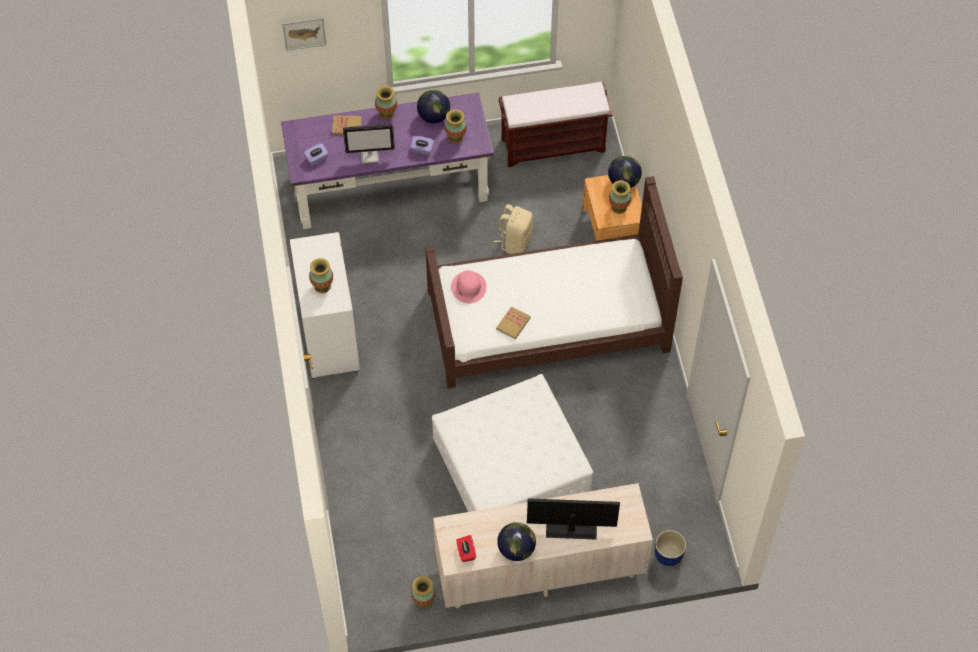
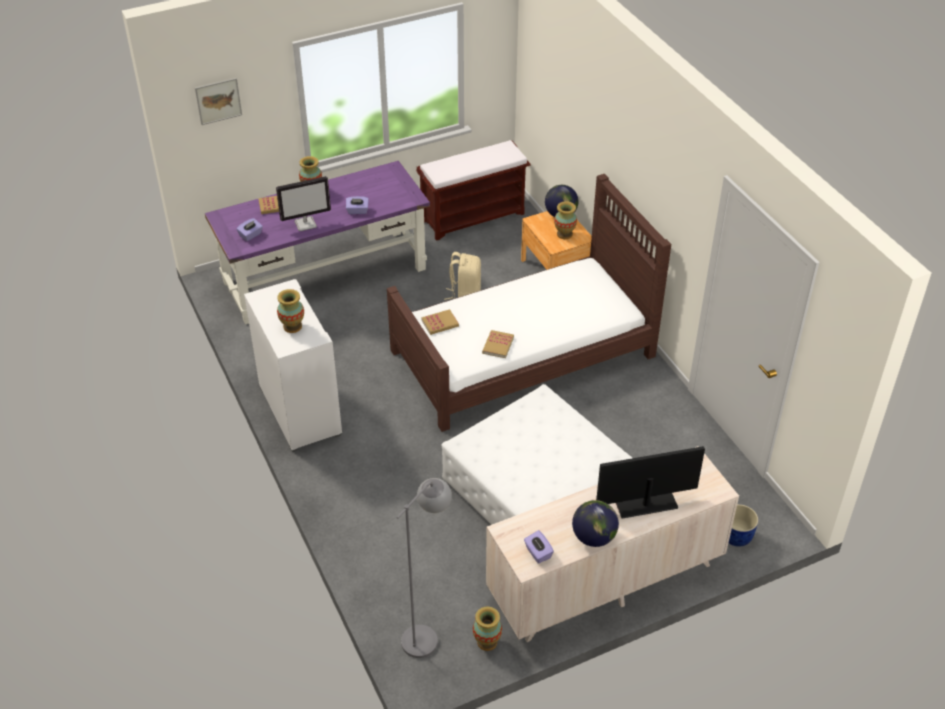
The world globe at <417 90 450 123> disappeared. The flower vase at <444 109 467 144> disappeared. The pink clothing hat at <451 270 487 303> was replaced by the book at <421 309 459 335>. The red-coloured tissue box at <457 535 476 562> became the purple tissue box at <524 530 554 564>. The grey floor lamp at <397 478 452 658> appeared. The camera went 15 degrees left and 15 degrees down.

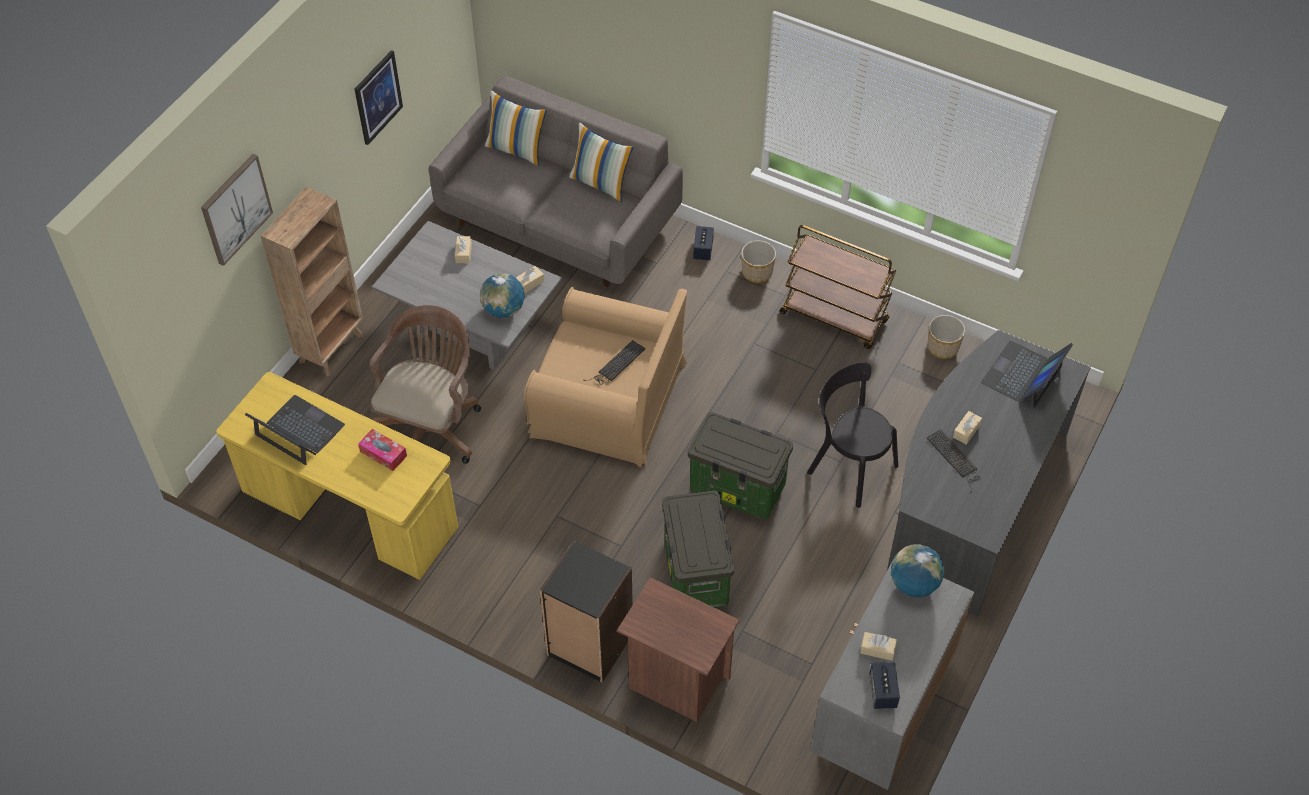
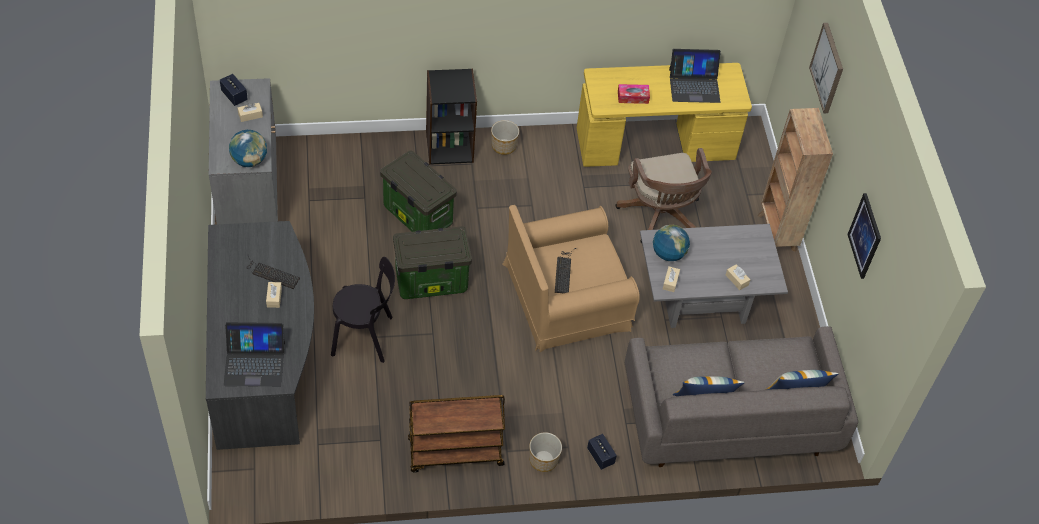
The plant pot moved from <927 315 965 359> to <491 120 519 155>. The portable computer at <981 341 1073 409> turned 90 degrees clockwise. The brownish night table at <617 577 740 722> disappeared. The camera went 140 degrees right and 0 degrees up.

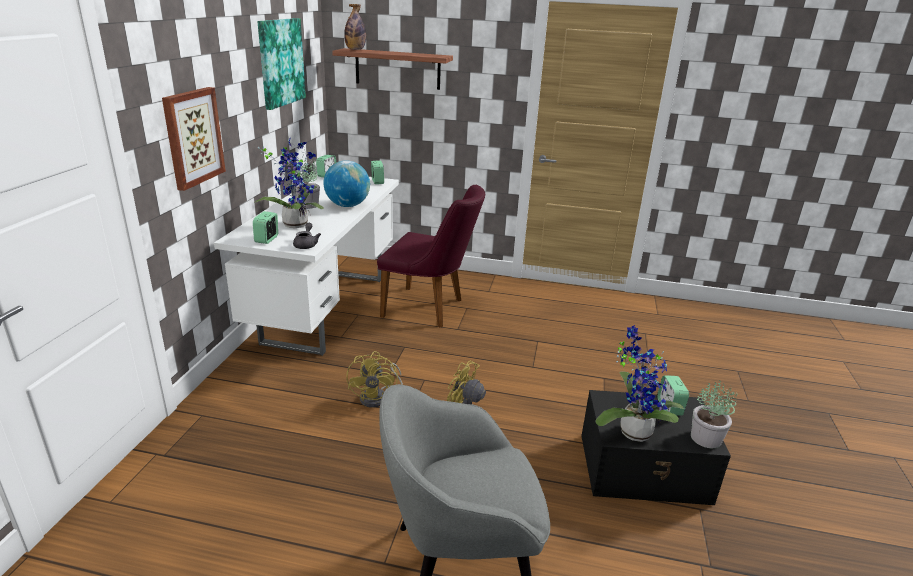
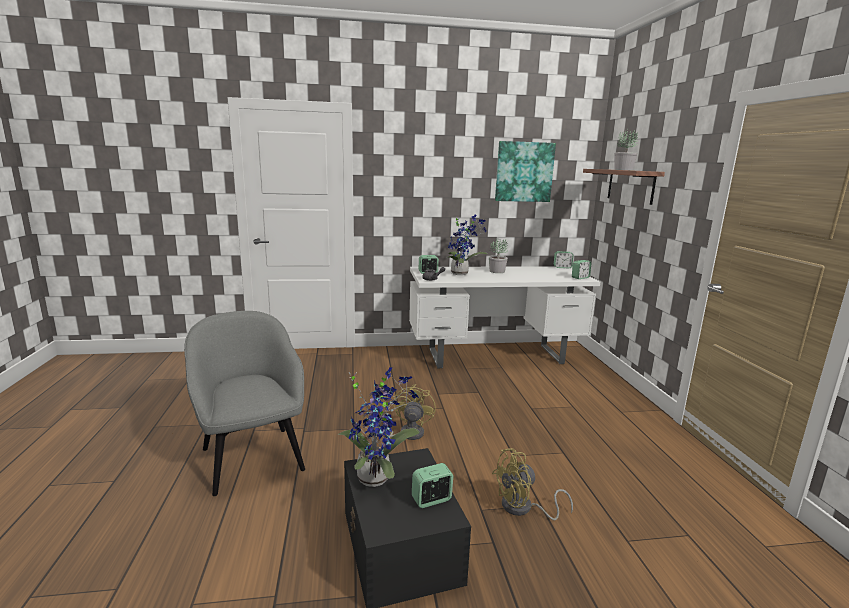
The beverage bottle at <344 4 366 50> disappeared. The picture at <162 87 226 191> disappeared. The world globe at <324 161 370 207> disappeared. The purple plain chair at <377 185 485 328> disappeared. The yellow-coloured cooling fan moved from <346 351 403 408> to <492 448 573 520>. The houseplant moved from <691 380 738 448> to <614 129 638 170>. The camera went 70 degrees right and 10 degrees down.

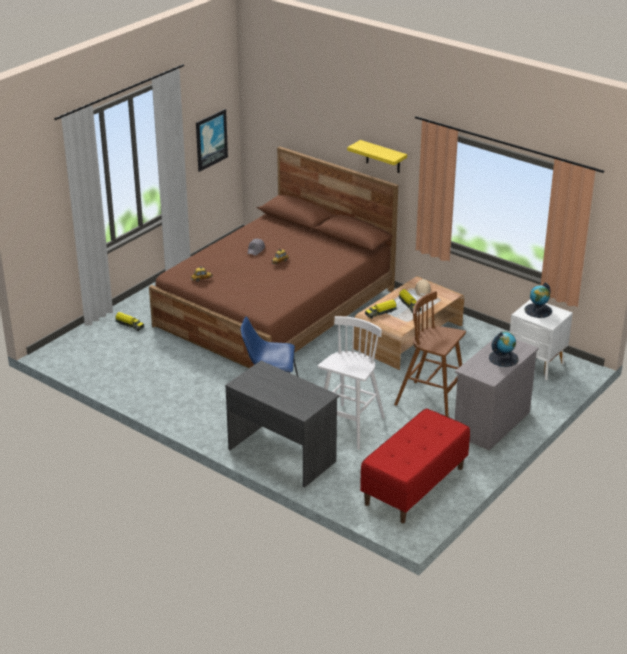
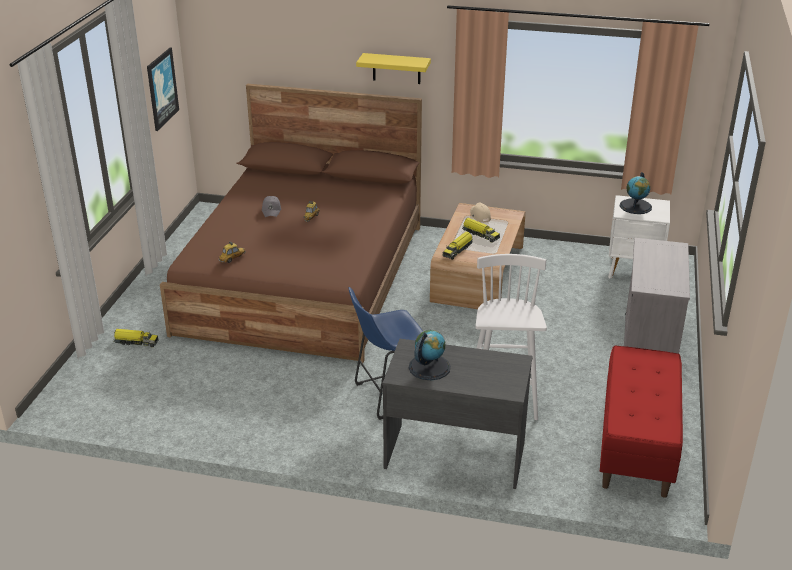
The brownish sitting stool at <394 291 466 417> disappeared. The world globe moved from <489 332 519 367> to <409 330 451 380>. The camera went 25 degrees left and 0 degrees up.

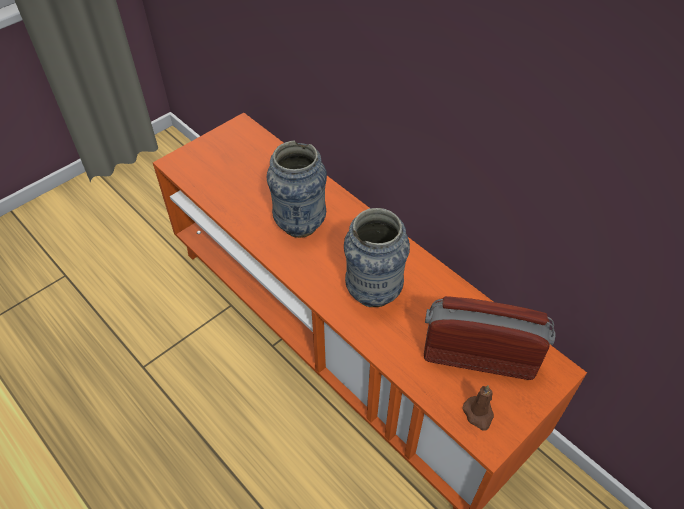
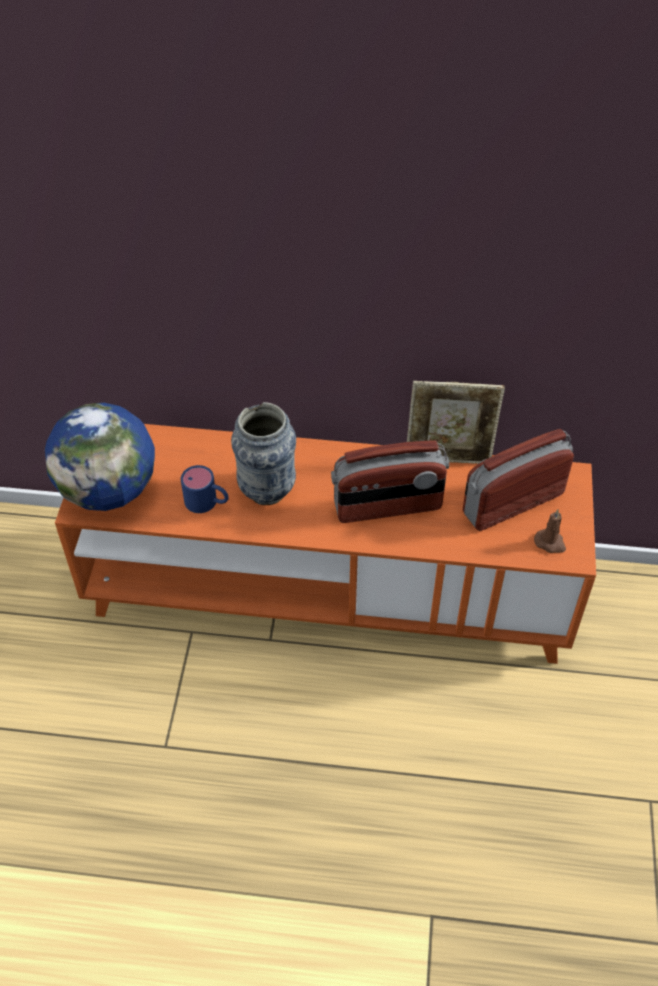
The flower vase at <344 208 410 307> was replaced by the radio receiver at <331 440 449 523>. The standing frame at <407 381 505 464> appeared. The world globe at <45 403 155 511> appeared. The blue-coloured mug at <181 465 229 513> appeared. The camera went 40 degrees left and 0 degrees up.

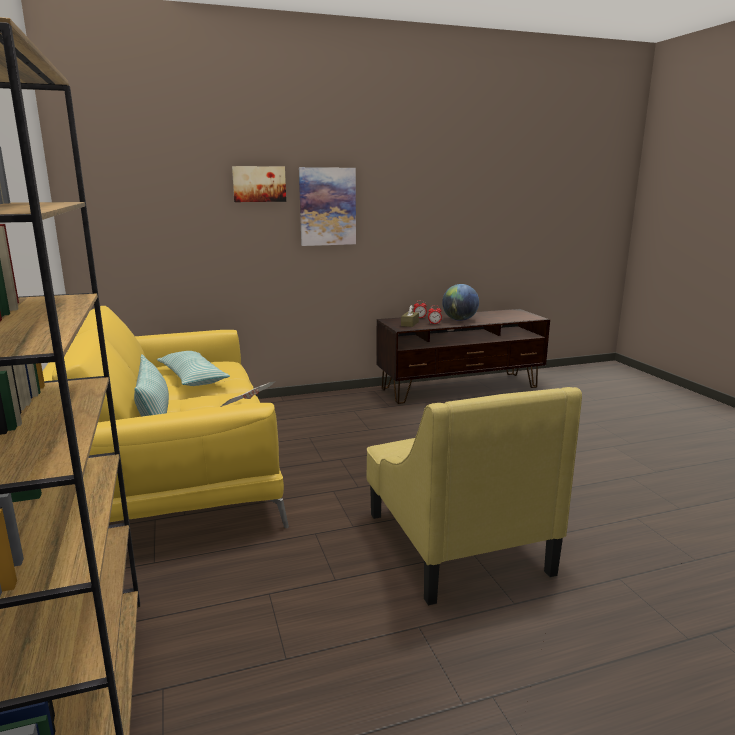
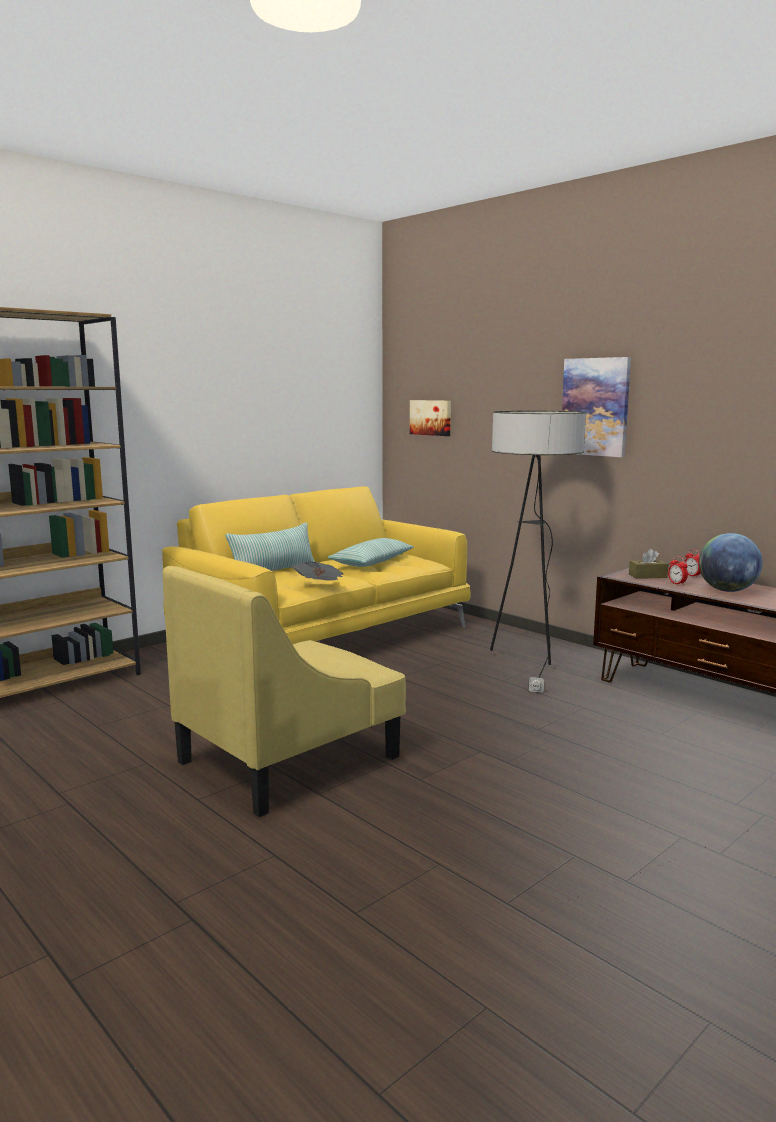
The picture moved from <232 166 286 202> to <410 400 451 436>. The floor lamp at <490 411 586 693> appeared. The camera went 65 degrees right and 5 degrees down.

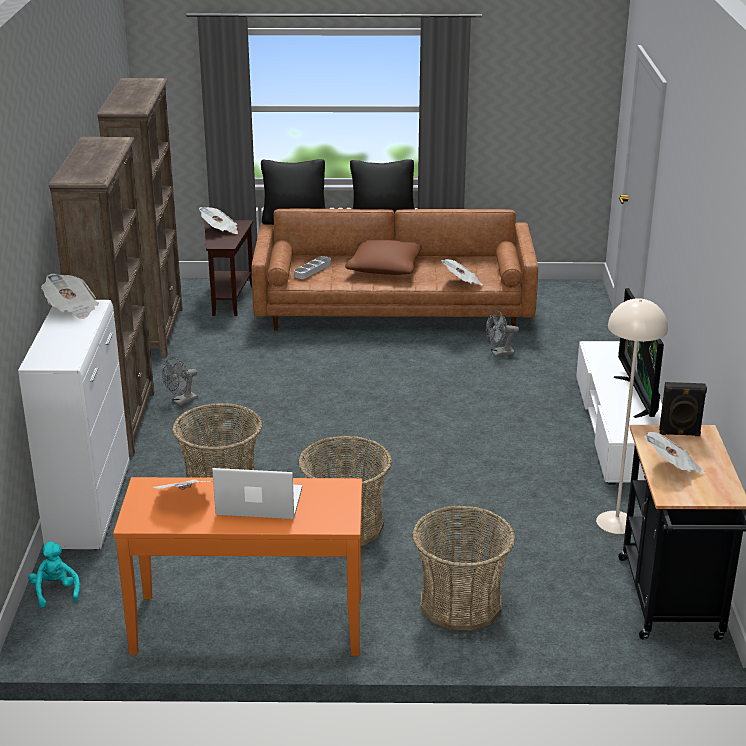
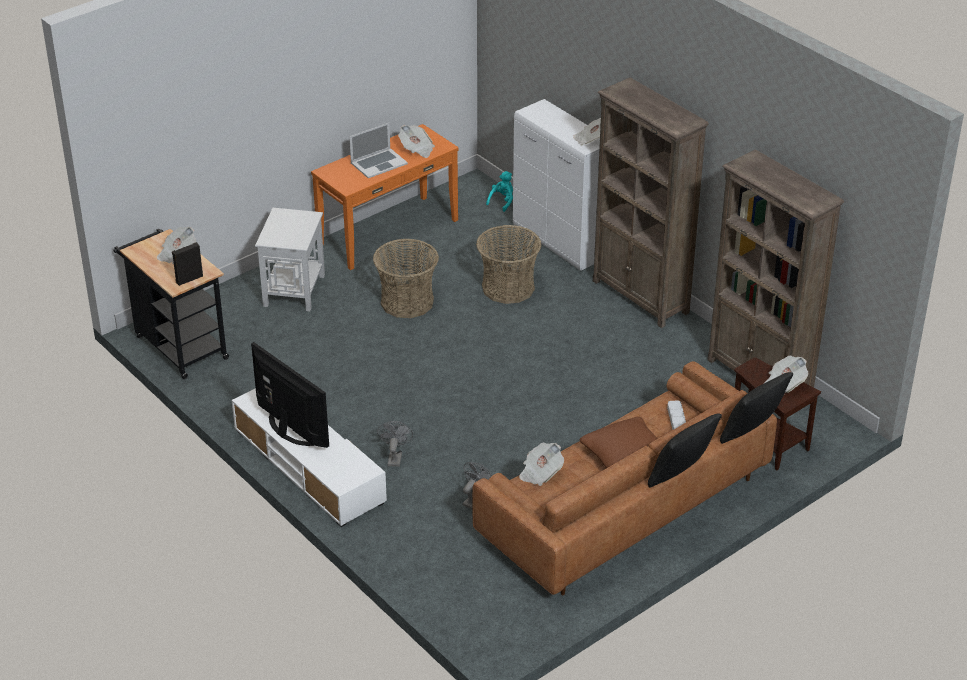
The beige-coloured floor lamp at <596 298 668 534> disappeared. The grey cooling fan moved from <162 357 198 406> to <377 421 413 467>. The household basket at <412 505 515 630> was replaced by the whitish end table at <255 208 325 311>. The turquoise-coloured cuddly toy at <28 541 80 608> turned 90 degrees counterclockwise. The camera went 140 degrees right and 10 degrees up.

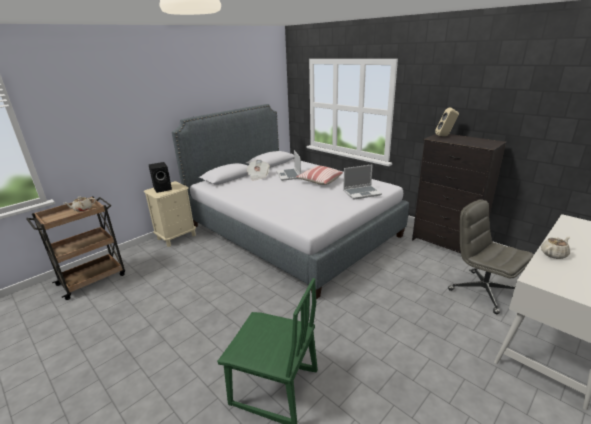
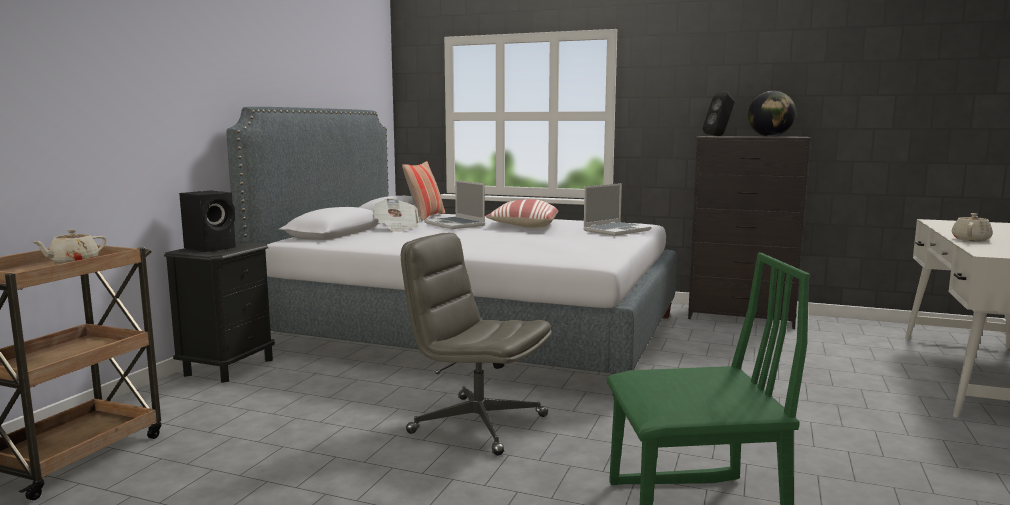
The beige-coloured loudspeaker at <435 107 459 136> became the blackish loudspeaker at <703 92 735 136>. The beige-coloured night table at <144 181 196 247> became the blackish night table at <164 241 275 383>. The grey office chair moved from <448 199 534 314> to <401 233 552 456>. The world globe at <748 91 796 137> appeared. The throw pillow at <402 161 446 221> appeared. The camera went 25 degrees left and 15 degrees down.

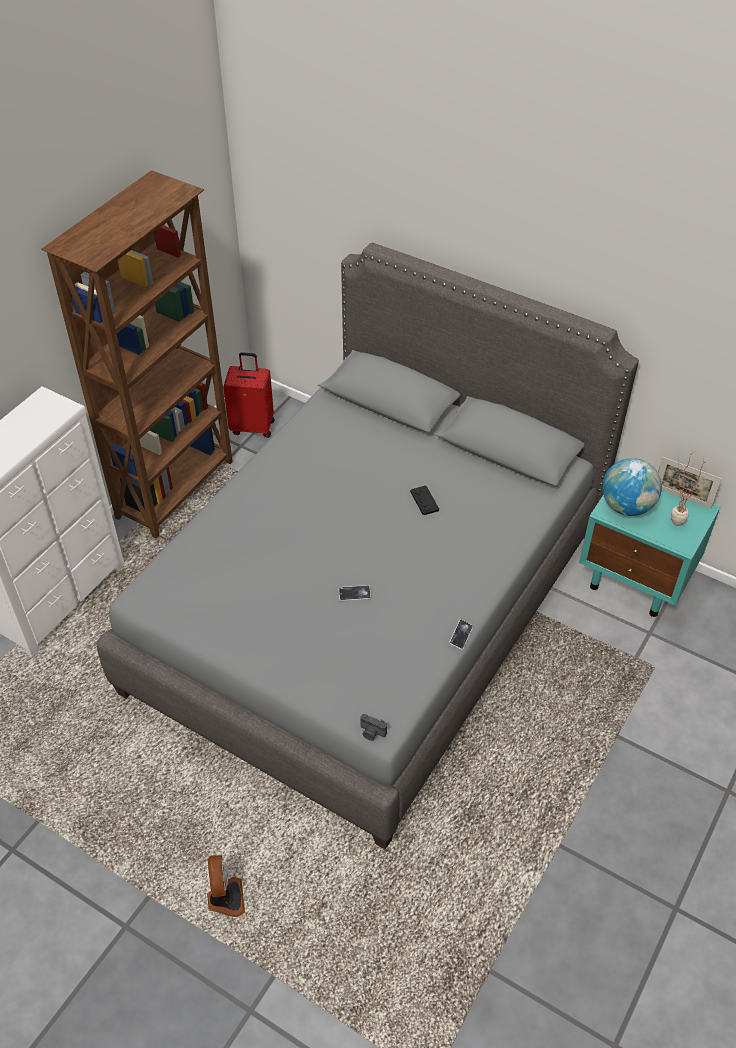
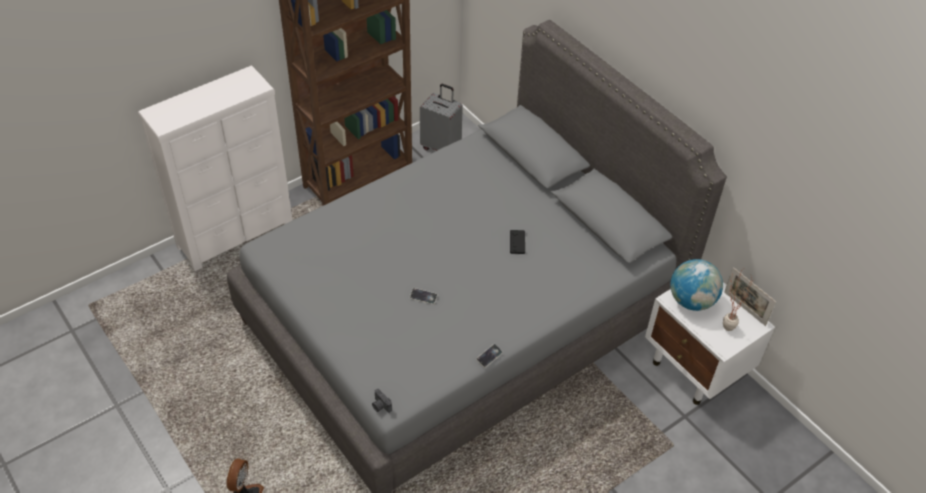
The red-coloured piece of luggage at <223 352 275 438> became the grey piece of luggage at <420 84 463 151>. The turquoise-coloured night table at <579 491 721 617> became the whitish night table at <645 282 775 405>. The camera went 20 degrees right and 0 degrees up.

